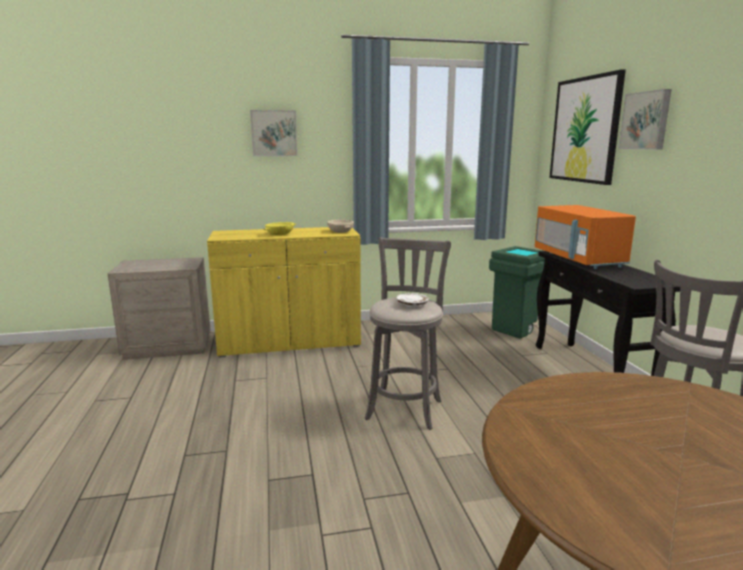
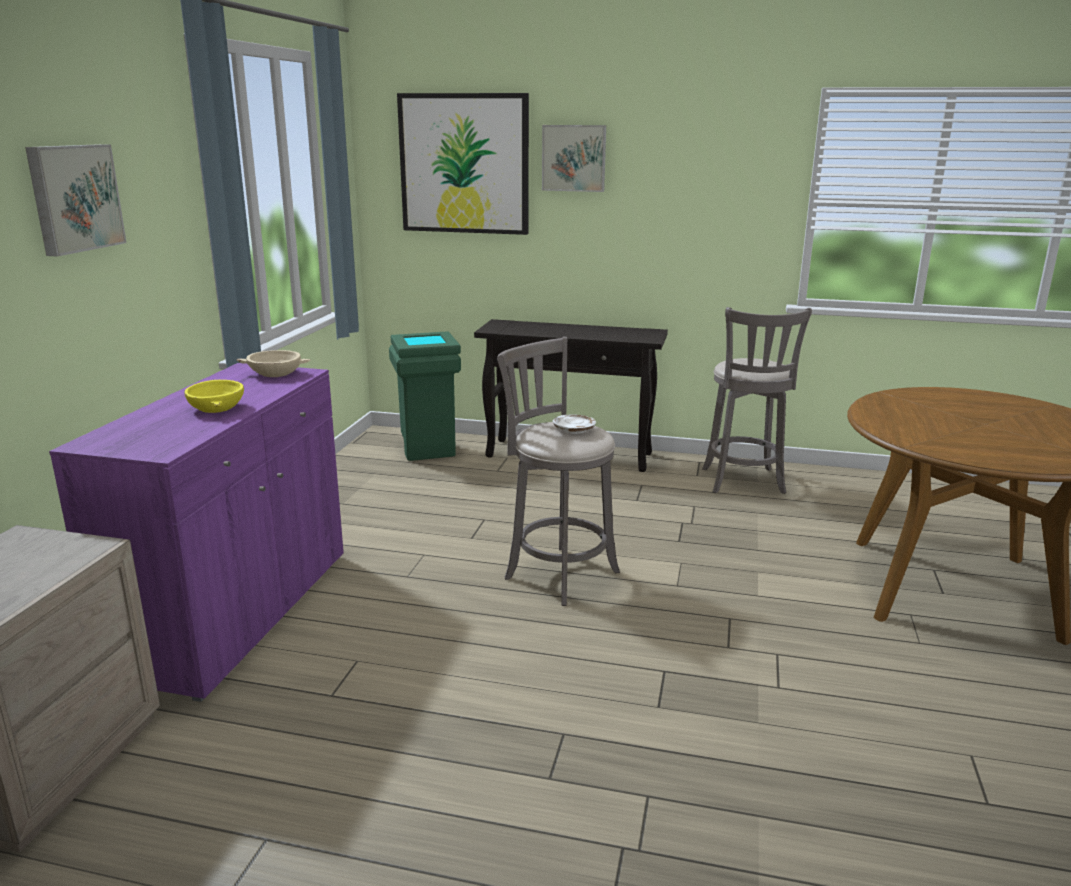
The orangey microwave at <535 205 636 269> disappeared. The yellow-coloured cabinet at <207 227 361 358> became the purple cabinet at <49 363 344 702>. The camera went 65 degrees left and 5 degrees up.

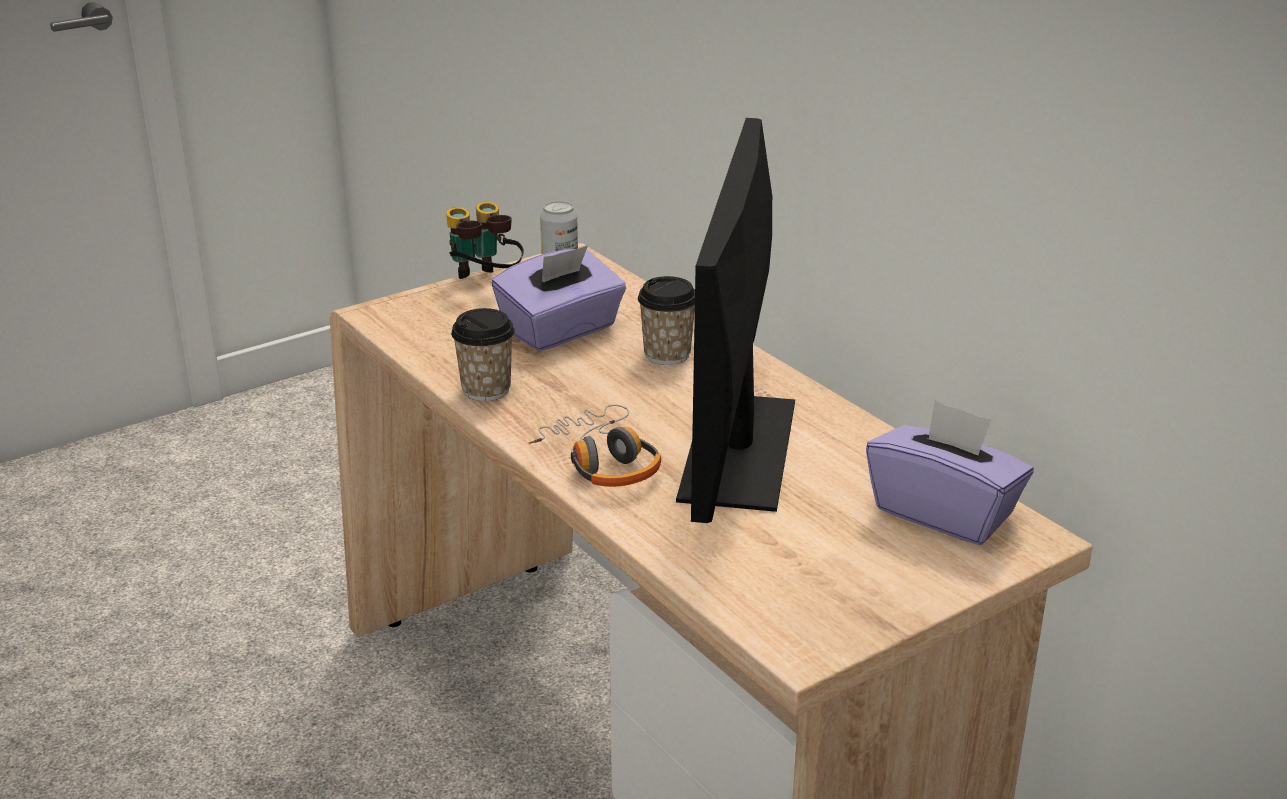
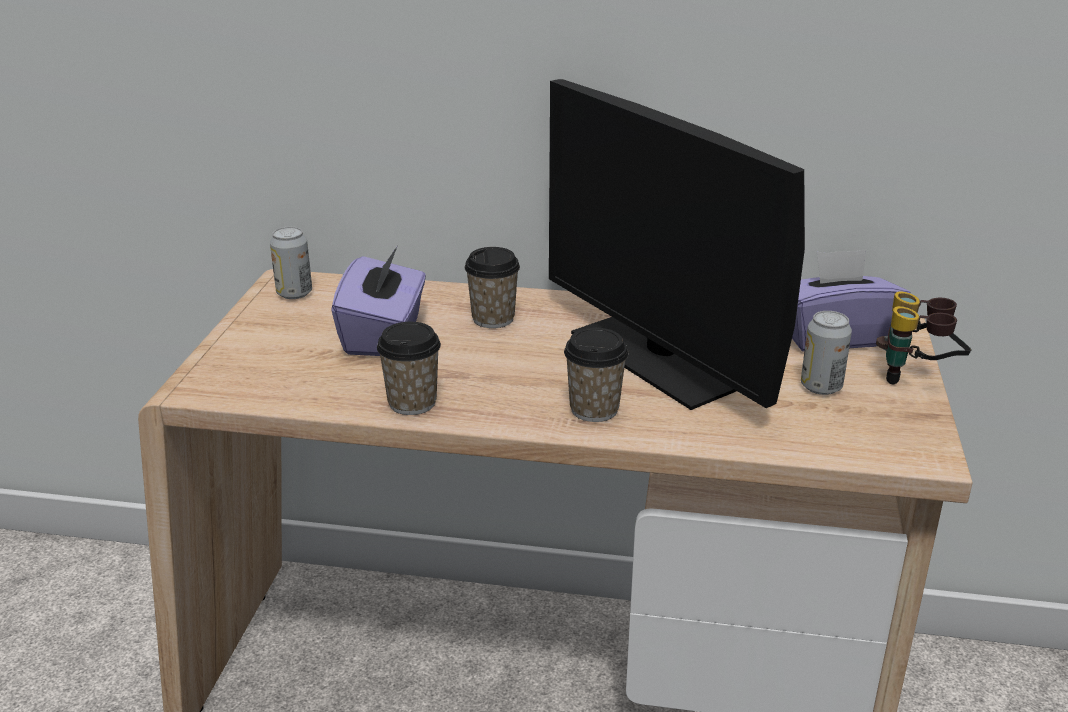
The binoculars moved from <446 202 524 279> to <876 291 972 384>. The pair of headphones at <528 405 661 487> was replaced by the cup at <564 328 628 422>. The metal can at <801 311 852 395> appeared. The camera went 45 degrees left and 0 degrees up.

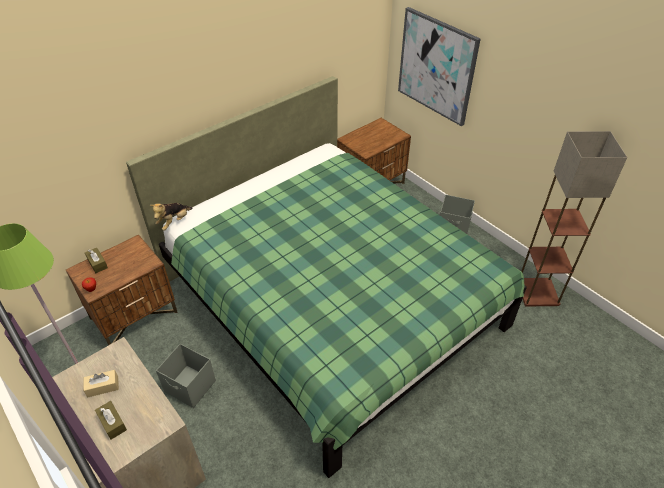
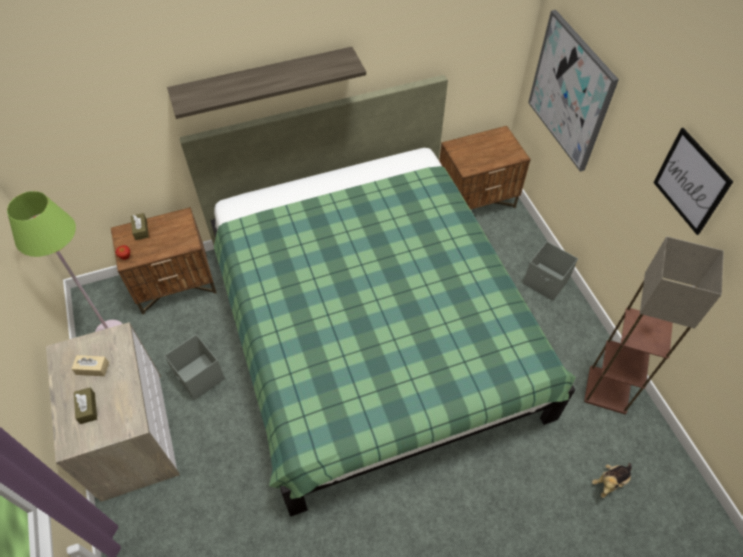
The cuddly toy moved from <150 203 192 231> to <592 463 632 498>. The wall shelf at <167 47 366 119> appeared. The picture at <653 128 733 235> appeared. The camera went 20 degrees right and 10 degrees up.

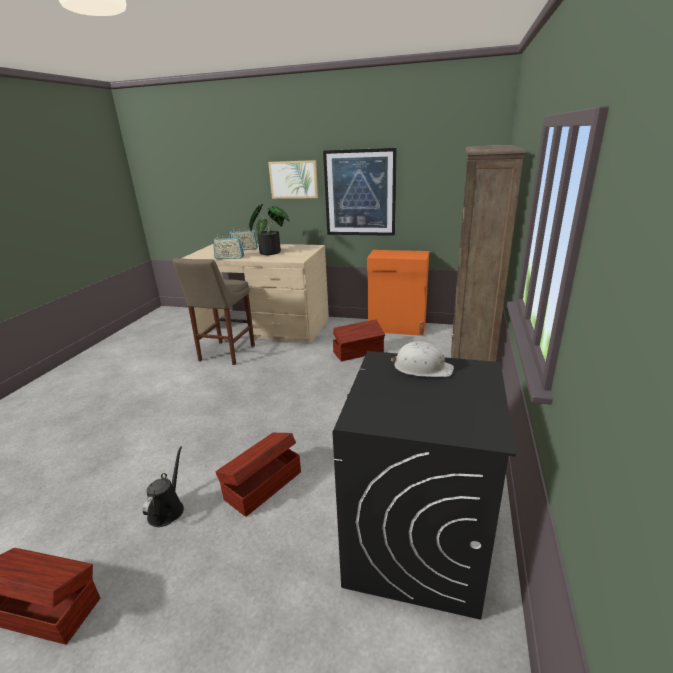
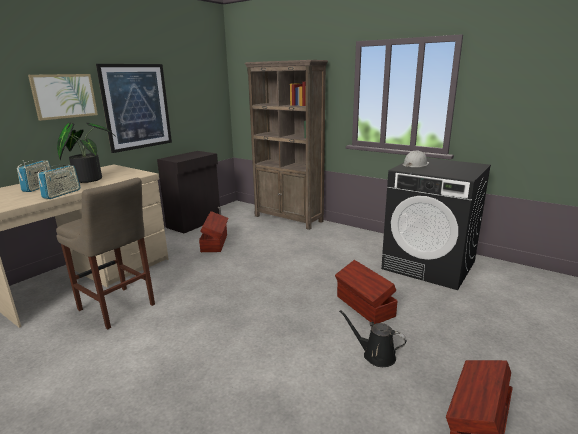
The orangey cabinet at <367 250 429 336> became the blackish cabinet at <157 151 221 233>. The camera went 70 degrees left and 5 degrees down.

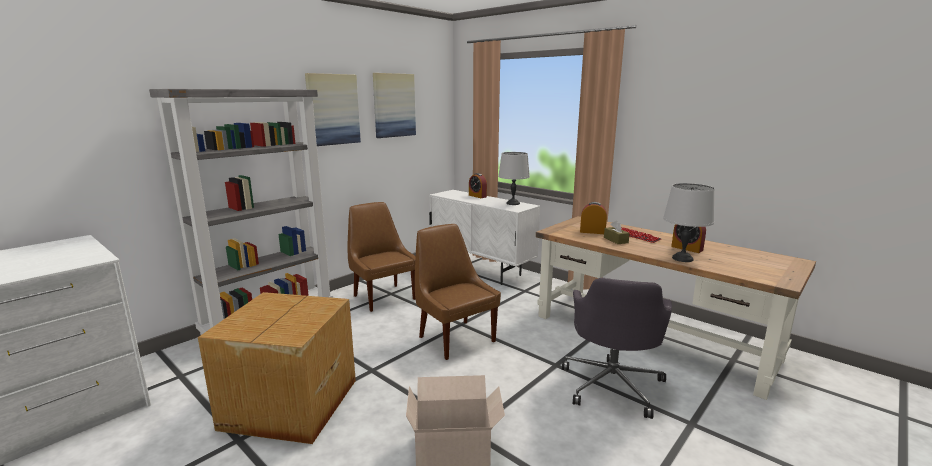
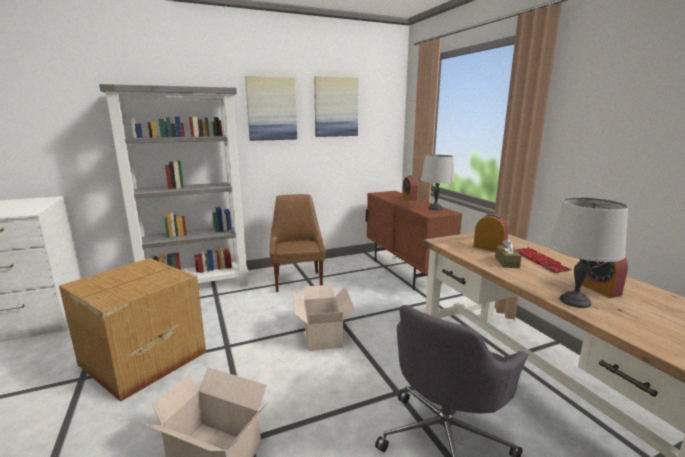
The whitish cabinet at <429 190 540 285> became the brownish cabinet at <366 191 462 290>. The brownish plain chair at <415 224 501 360> was replaced by the packing box at <292 285 355 351>. The camera went 25 degrees right and 0 degrees up.

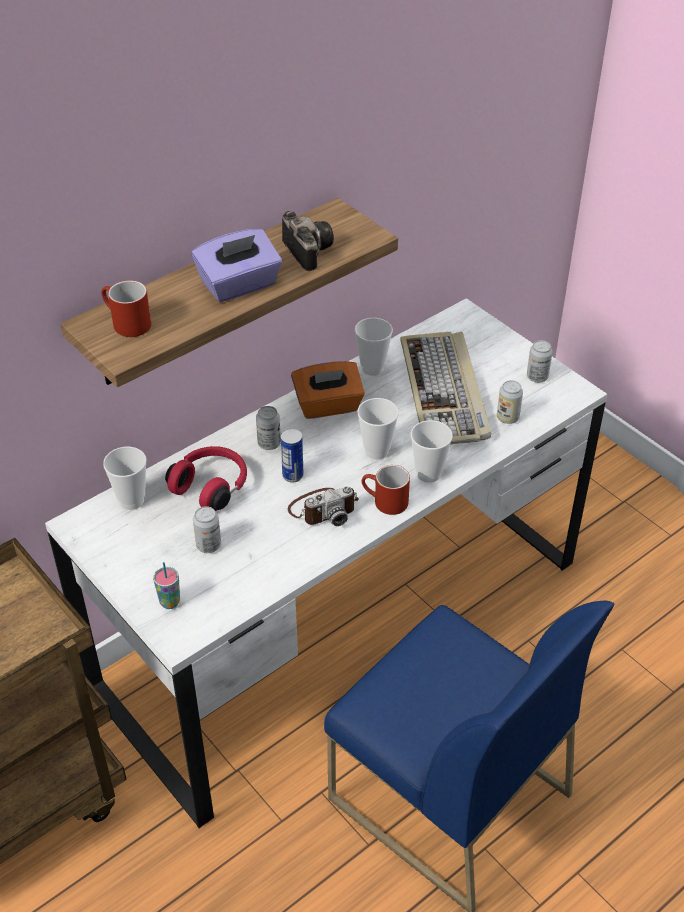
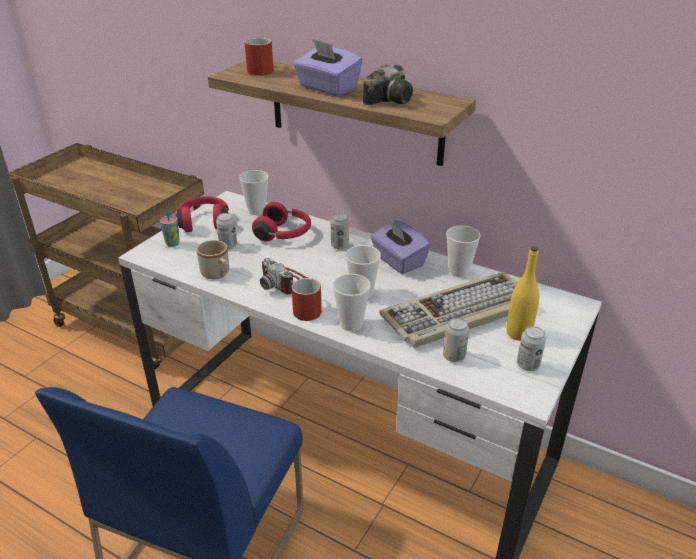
The orangey tissue box at <291 361 365 419> became the purple tissue box at <370 220 431 274>. The metal can at <281 428 304 483> disappeared. The red-coloured pair of headphones at <177 196 229 232> appeared. The beige-coloured mug at <197 240 229 279> appeared. The yellow-coloured beverage bottle at <506 246 539 341> appeared. The camera went 70 degrees right and 10 degrees down.

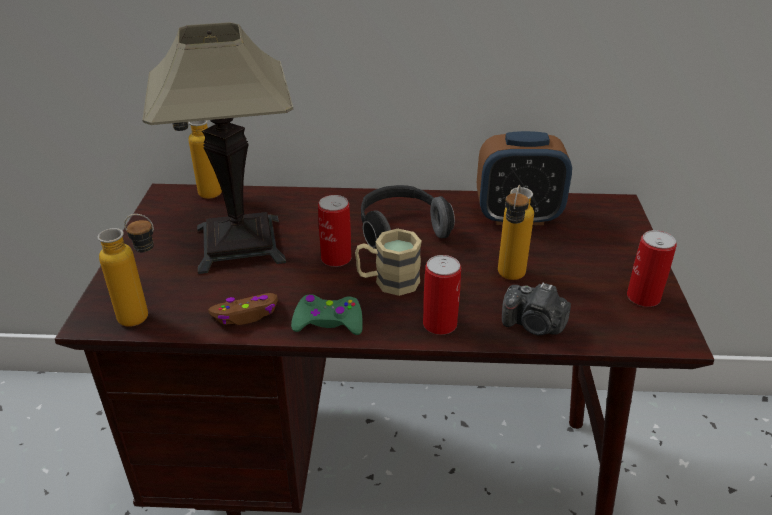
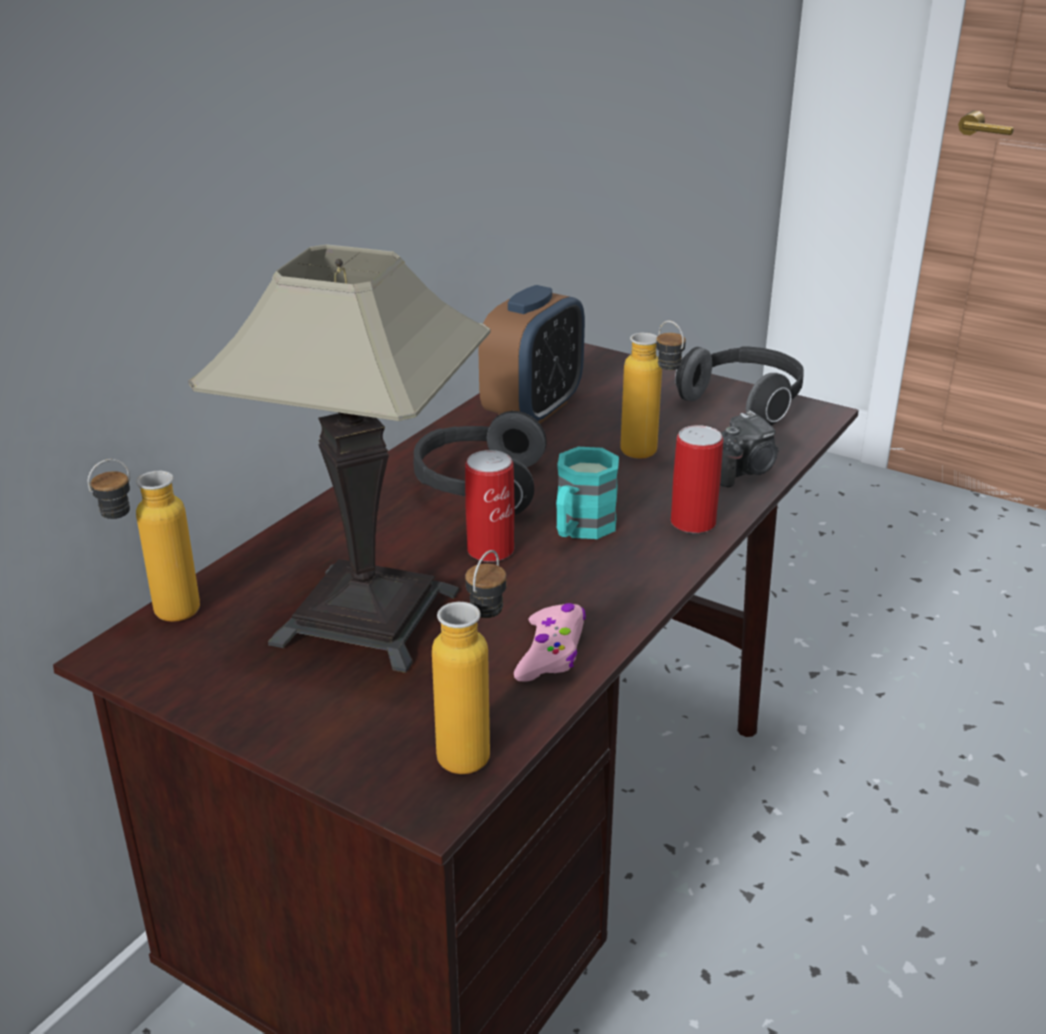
The beige-coloured mug at <355 229 422 296> became the turquoise-coloured mug at <556 447 619 539>. The metal can at <627 230 677 307> was replaced by the pair of headphones at <675 347 804 426>. The brownish gamepad at <208 293 278 325> became the pink gamepad at <514 603 586 682>. The greenish gamepad at <291 295 363 335> disappeared. The camera went 60 degrees left and 5 degrees down.

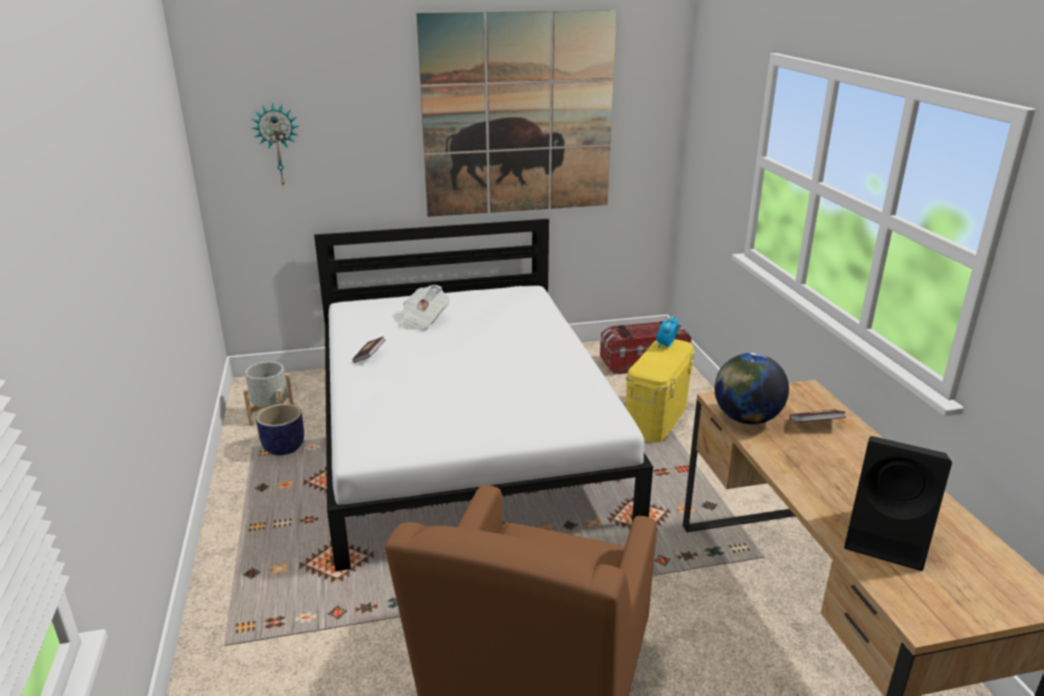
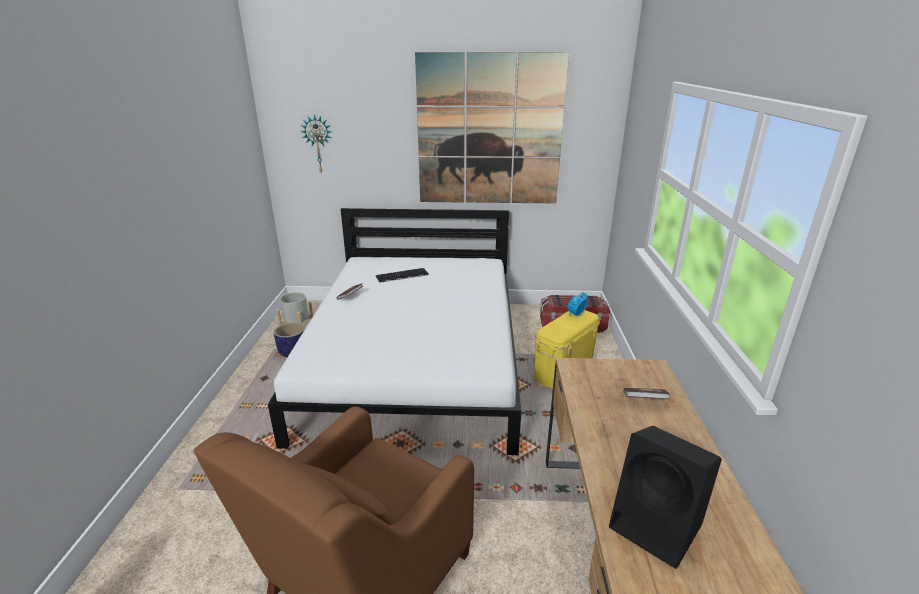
The printed paper at <399 285 449 330> was replaced by the keyboard at <376 268 429 283>. The world globe at <714 353 789 424> disappeared. The camera went 15 degrees right and 0 degrees up.

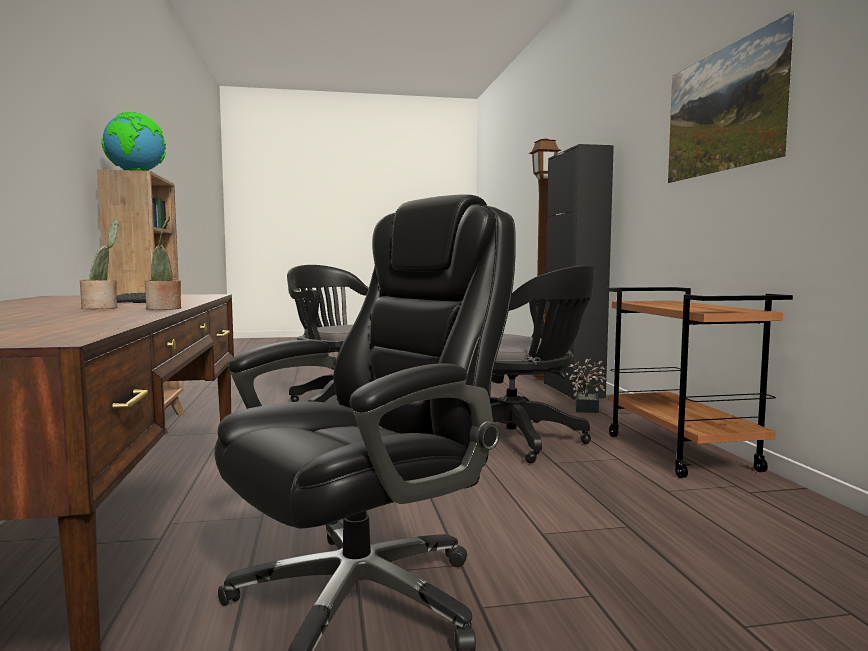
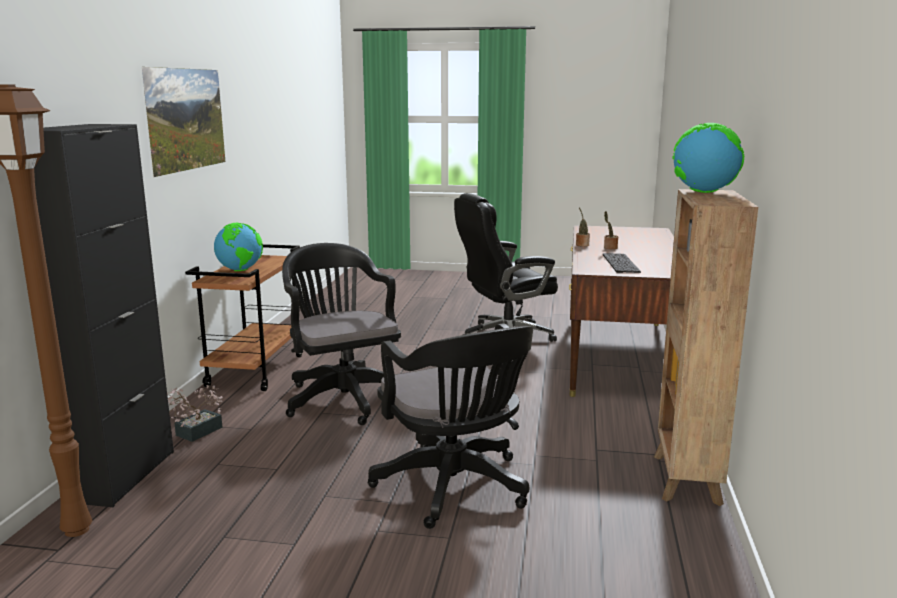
The world globe at <214 223 263 271> appeared. The camera went 160 degrees left and 10 degrees up.

